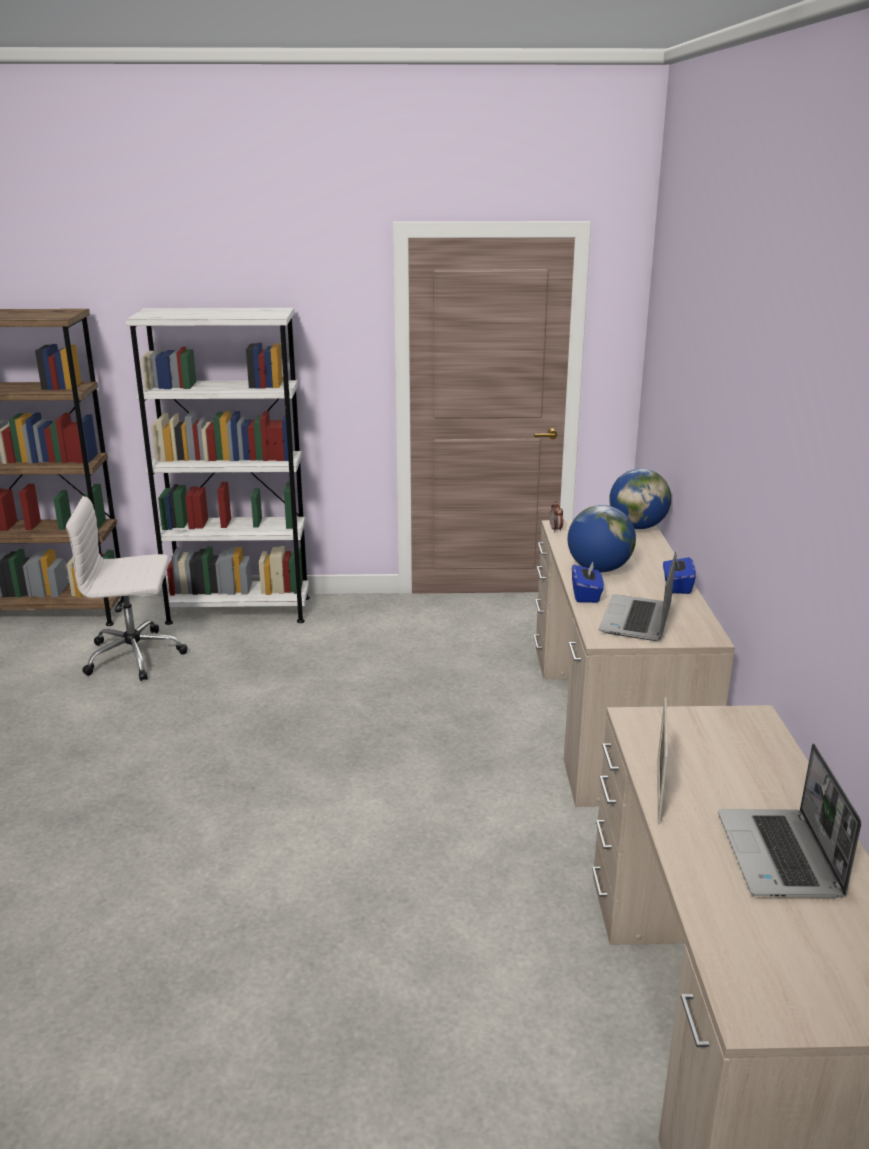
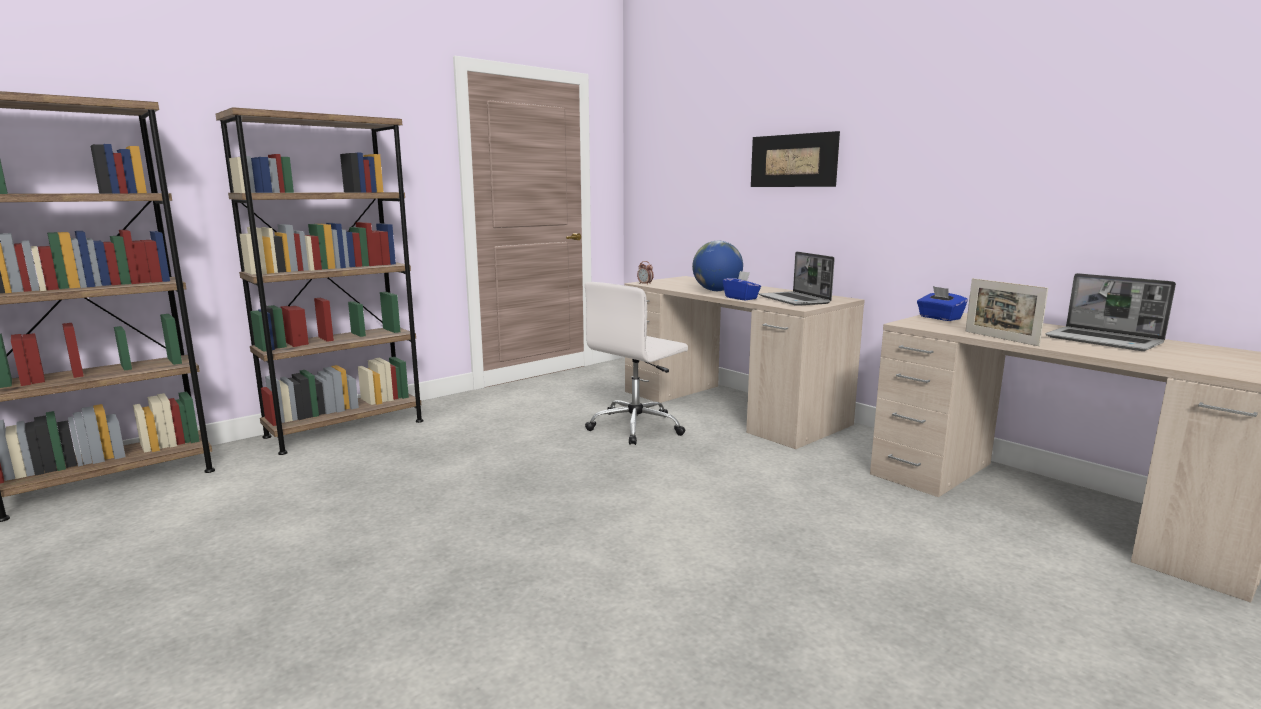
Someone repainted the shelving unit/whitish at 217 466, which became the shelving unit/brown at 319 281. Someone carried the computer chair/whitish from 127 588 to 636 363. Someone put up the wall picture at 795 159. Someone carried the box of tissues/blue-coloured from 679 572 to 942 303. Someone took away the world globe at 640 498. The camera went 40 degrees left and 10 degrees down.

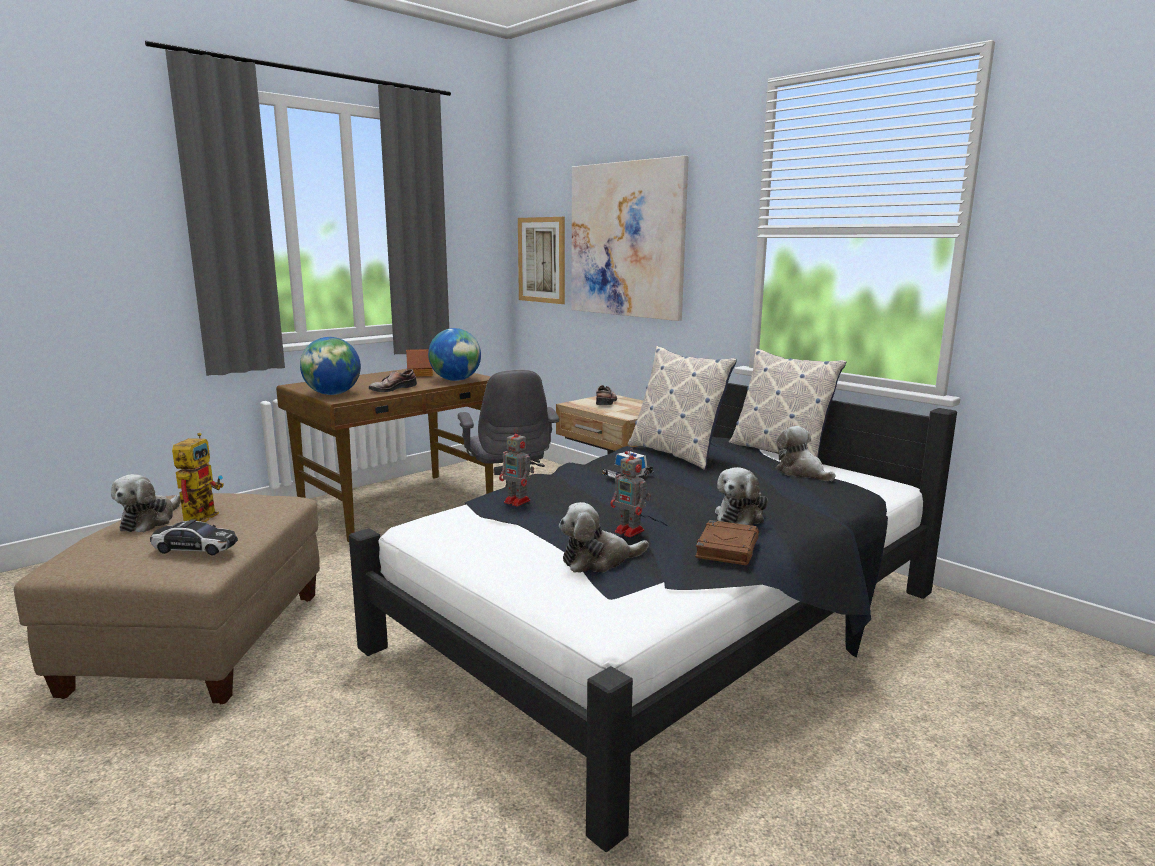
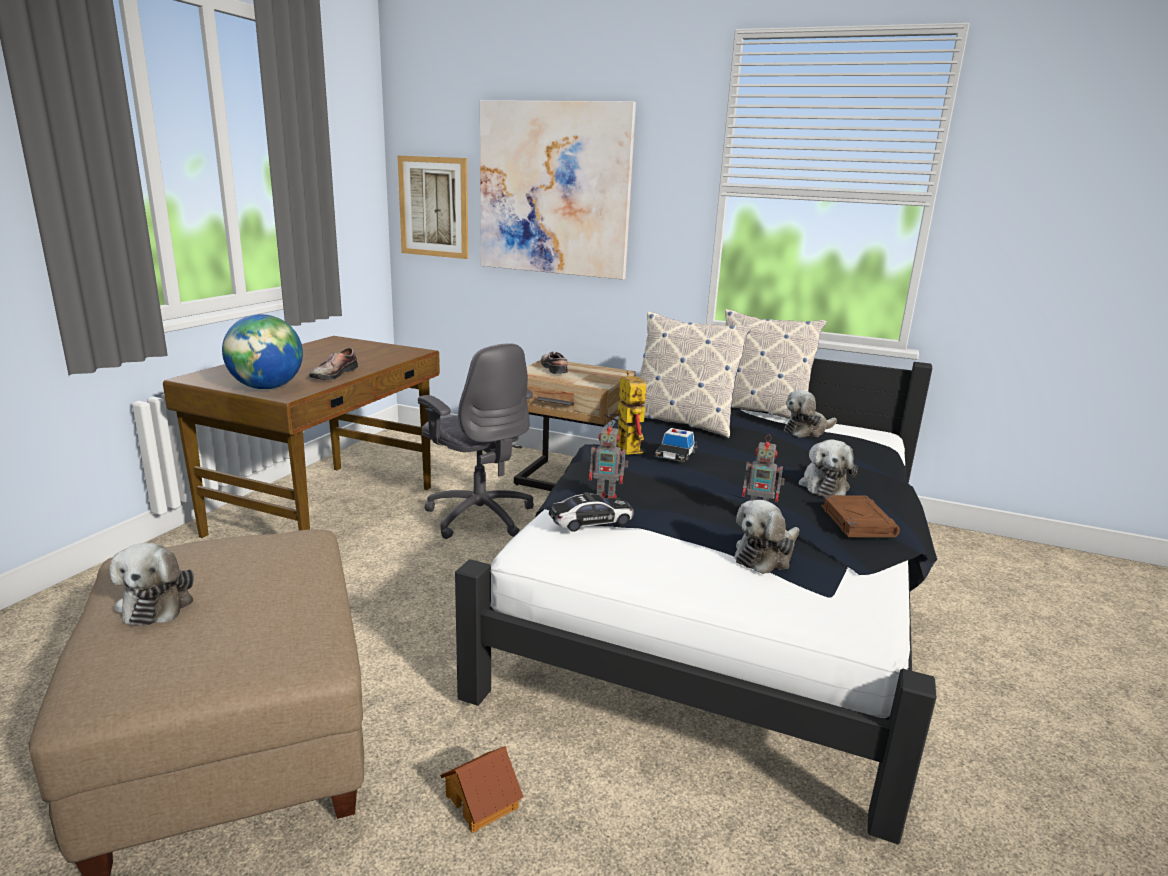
Someone carried the toy house from 419 363 to 481 789. Someone carried the miniature car from 194 537 to 591 512. Someone carried the robot figure from 198 478 to 625 413. Someone rotated the plush toy at 805 453 by 60 degrees counterclockwise. Someone took away the world globe at 454 354. The camera went 25 degrees left and 5 degrees up.

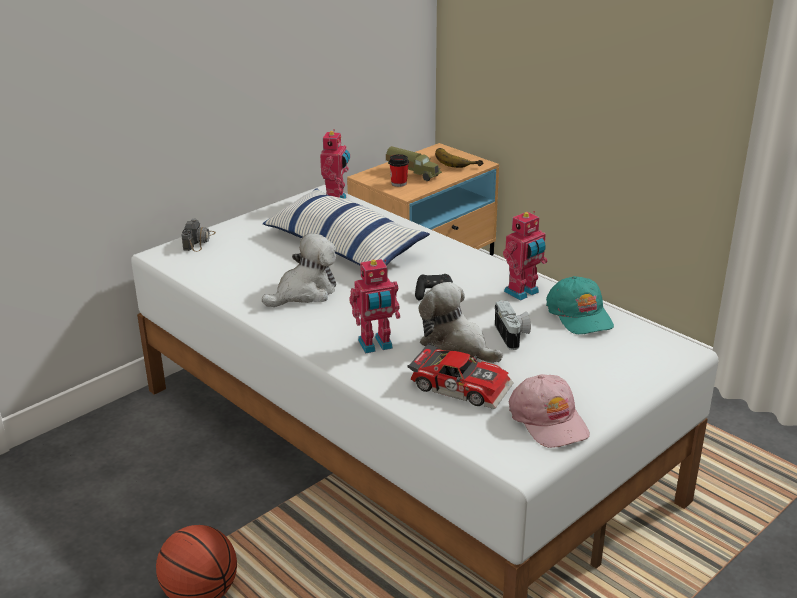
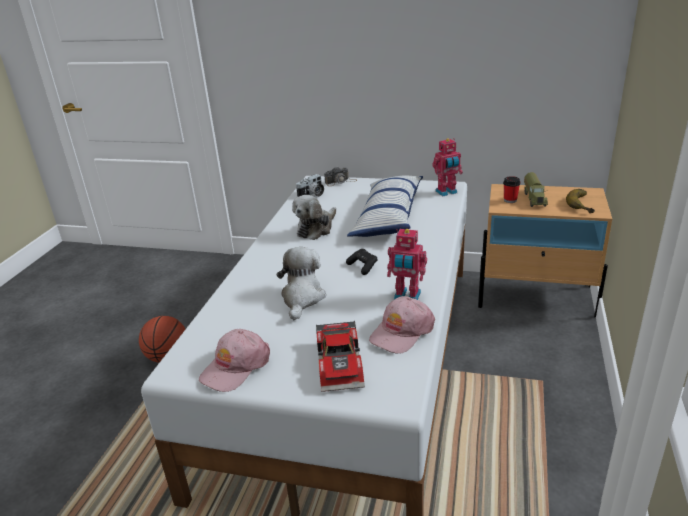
Someone rotated the plush toy at 299 270 by 105 degrees clockwise. Someone carried the photo camera from 513 325 to 310 185. Someone carried the miniature car from 460 376 to 340 356. Someone repainted the cap/turquoise-coloured at 580 305, which became the cap/pink at 402 325. Someone took away the robot figure at 374 306. The camera went 60 degrees right and 0 degrees up.

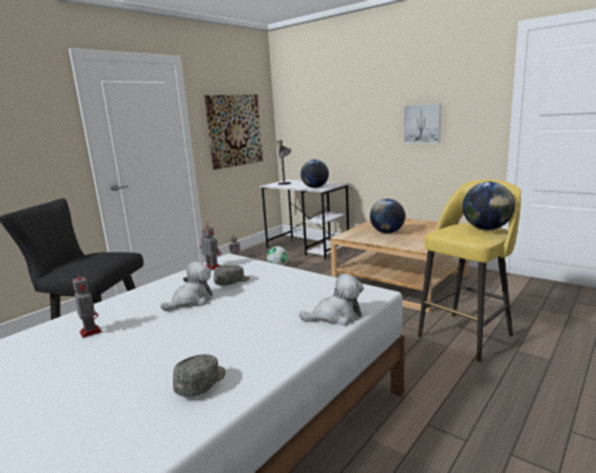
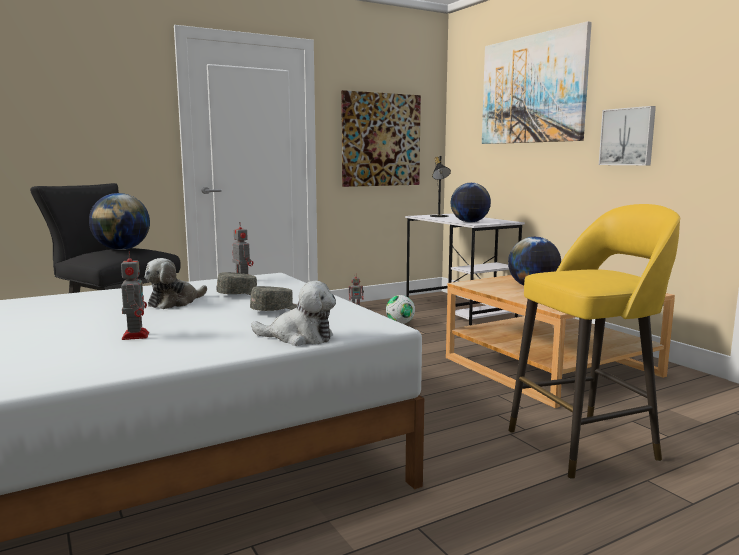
Someone carried the world globe from 489 206 to 119 221. Someone carried the robot figure from 87 305 to 135 295. Someone rotated the plush toy at 187 286 by 150 degrees clockwise. Someone carried the cap/greyish from 199 375 to 273 298. Someone put up the wall picture at 537 82. The camera went 20 degrees right and 5 degrees down.

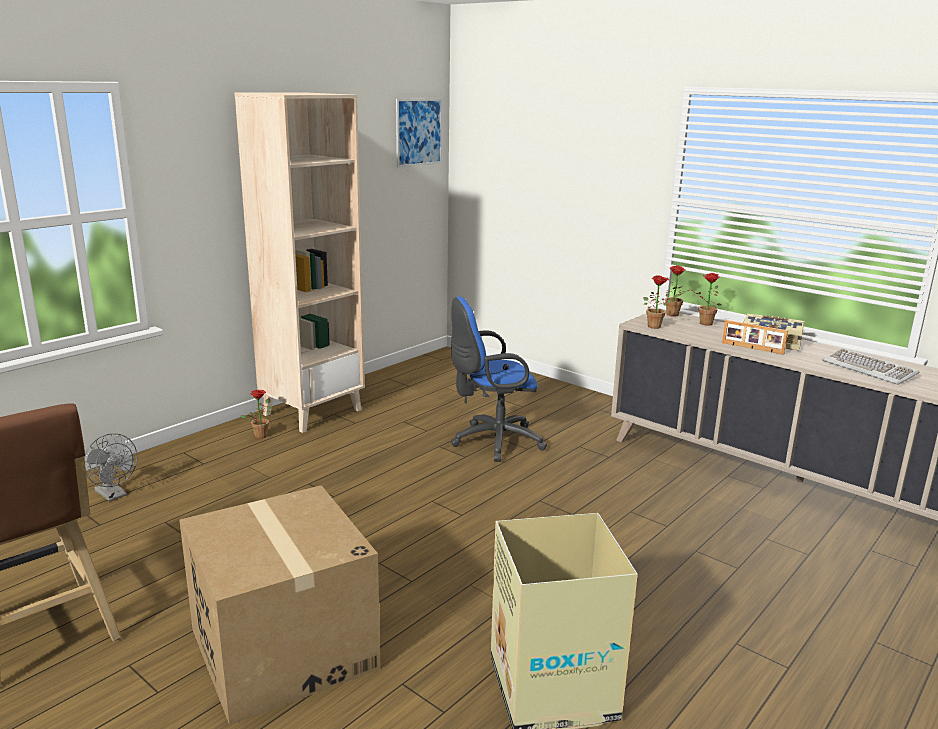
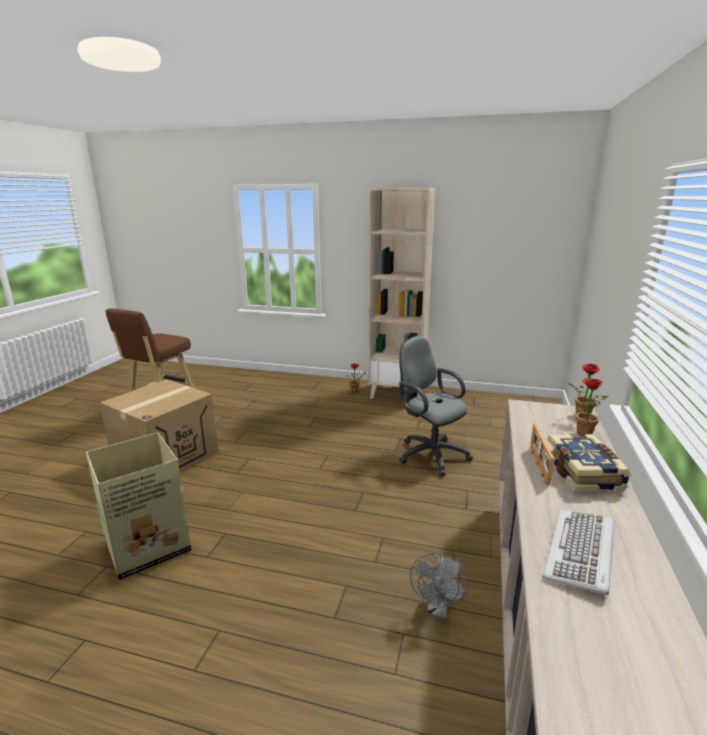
Someone repainted the computer chair/blue-coloured at 499 379, which became the computer chair/greyish at 436 406. Someone carried the electric fan/greyish from 110 467 to 439 586. Someone took away the wall picture at 419 133. Someone took away the plant in a pot at 661 302. The camera went 65 degrees right and 0 degrees up.

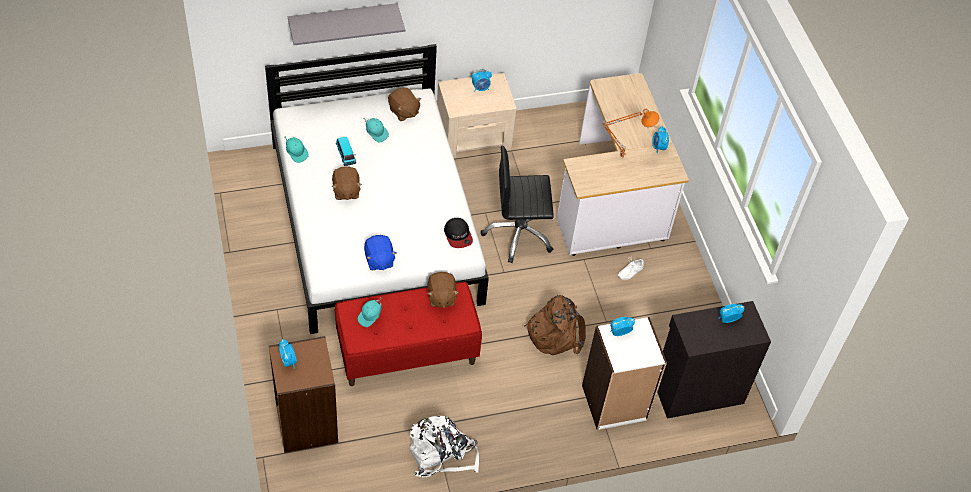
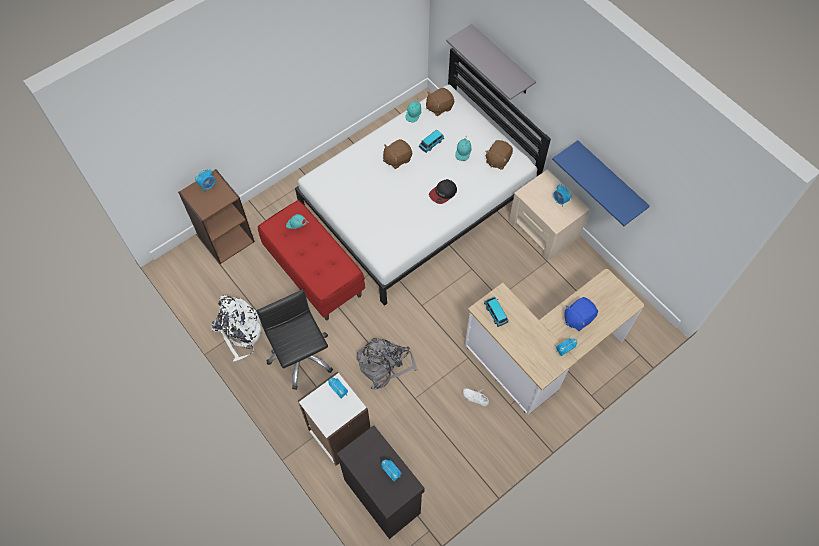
Someone carried the computer chair/black-coloured from 517 204 to 295 339. Someone repainted the knapsack/brown at 555 325, which became the knapsack/greyish at 387 364. Someone carried the plush toy/brown from 443 290 to 440 102. Someone carried the cap from 458 233 to 443 191. Someone put down the miniature car at 496 312. Someone put up the wall shelf/blue-coloured at 601 183. Someone carried the plush toy/blue-coloured from 380 252 to 581 314. Someone took away the tabletop lamp/orange-coloured at 630 134. The camera went 70 degrees right and 10 degrees up.

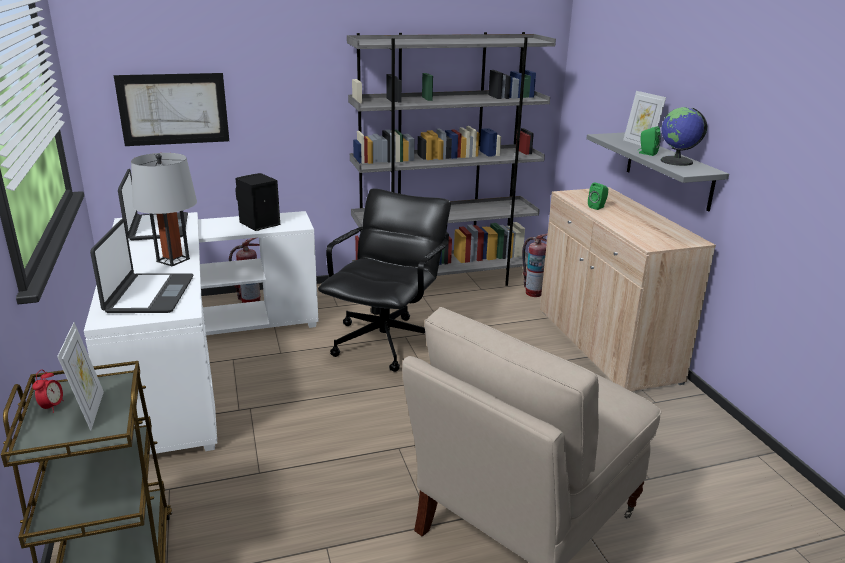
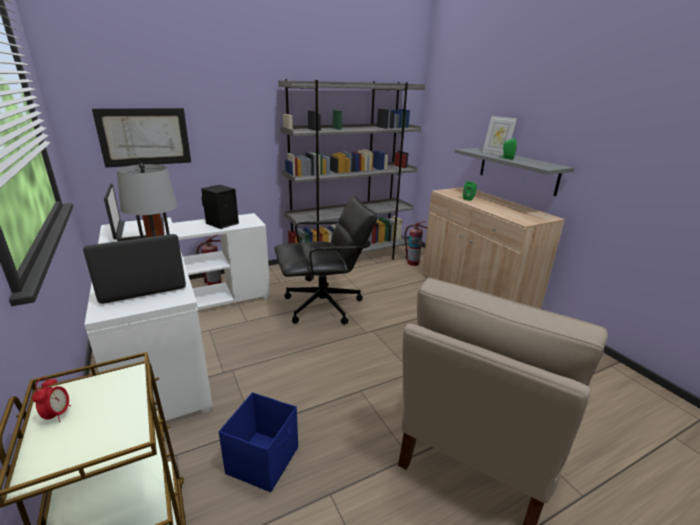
Someone rotated the laptop at 141 266 by 105 degrees counterclockwise. Someone put down the storage bin/blue-coloured at 258 442. Someone rotated the computer chair/black-coloured at 384 280 by 60 degrees clockwise. Someone took away the photo frame at 80 376. Someone took away the world globe at 683 136. The camera went 10 degrees left and 0 degrees up.

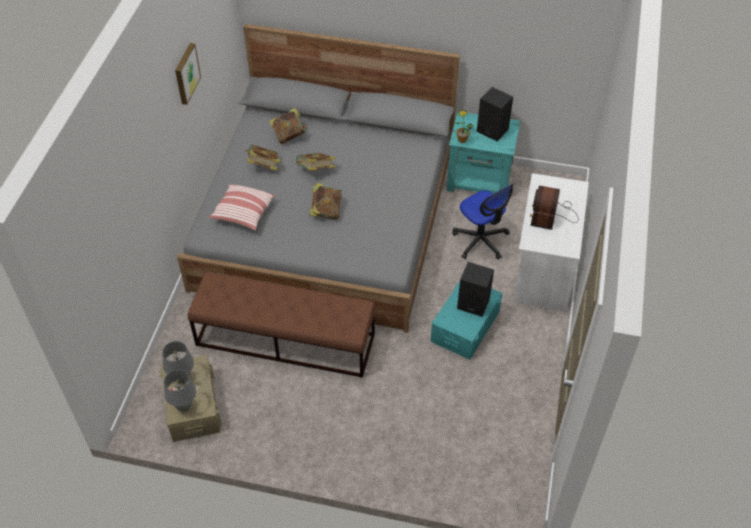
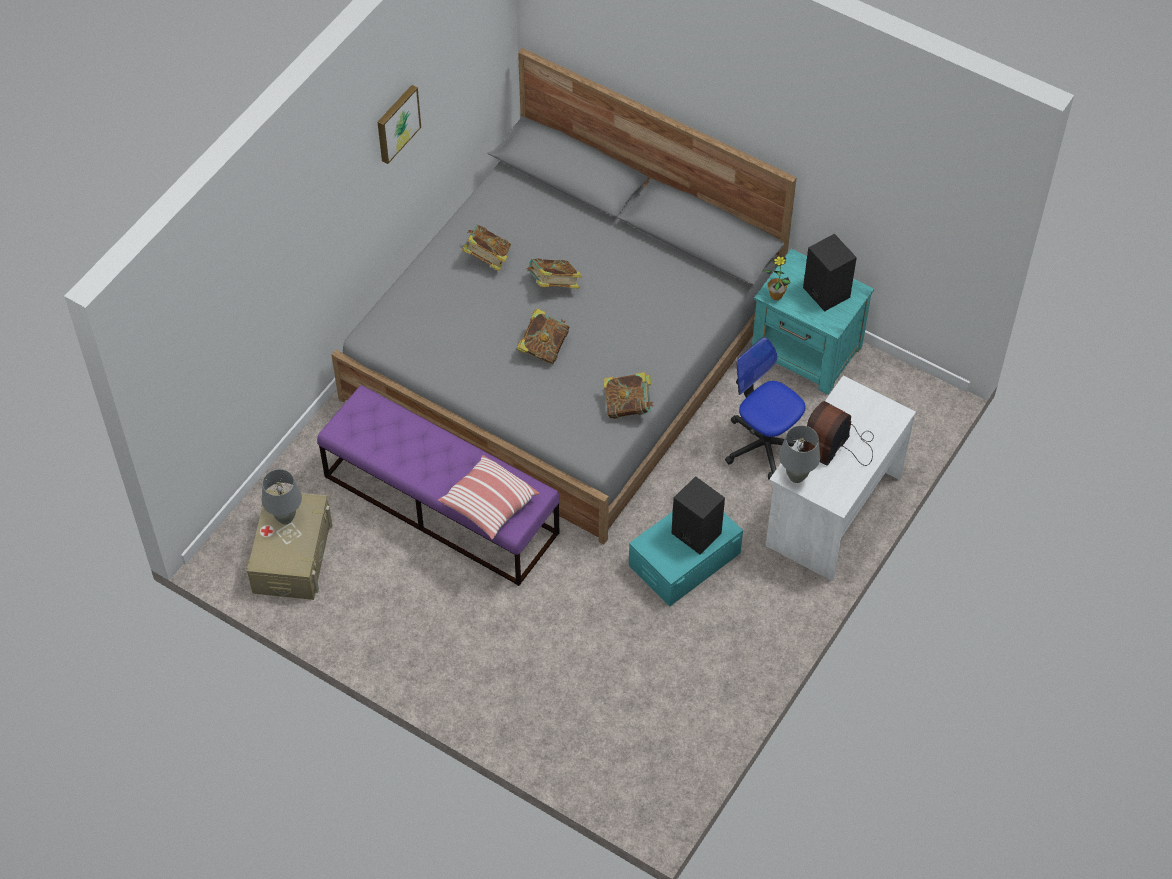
Someone repainted the indoor bench/brown at 282 325, which became the indoor bench/purple at 438 485. Someone carried the throw pillow from 242 207 to 488 497. Someone carried the book from 288 126 to 628 395. Someone rotated the computer chair at 483 221 by 150 degrees clockwise. Someone carried the tabletop lamp/greyish from 180 391 to 799 454. The camera went 20 degrees right and 5 degrees up.

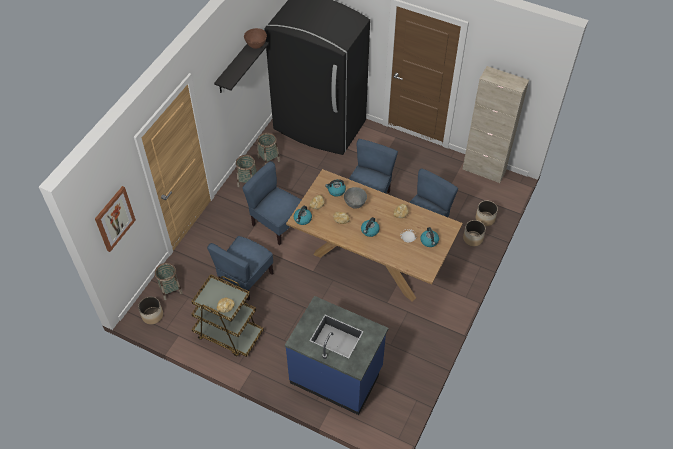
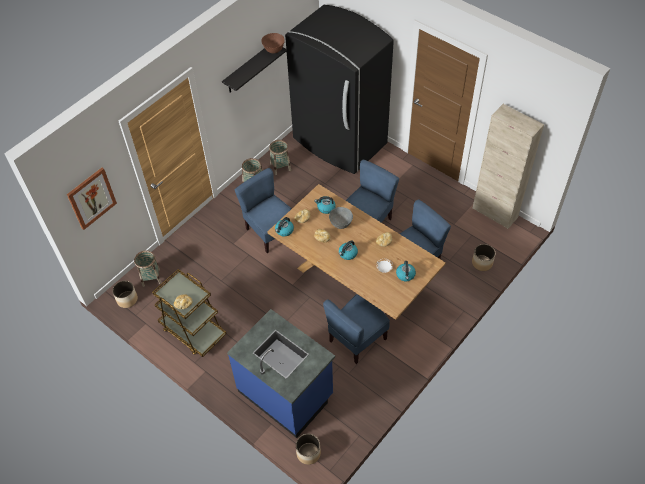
Someone carried the plant pot from 474 233 to 308 449. Someone carried the plain chair/blue-coloured from 240 268 to 356 329. The camera went 15 degrees right and 0 degrees up.

